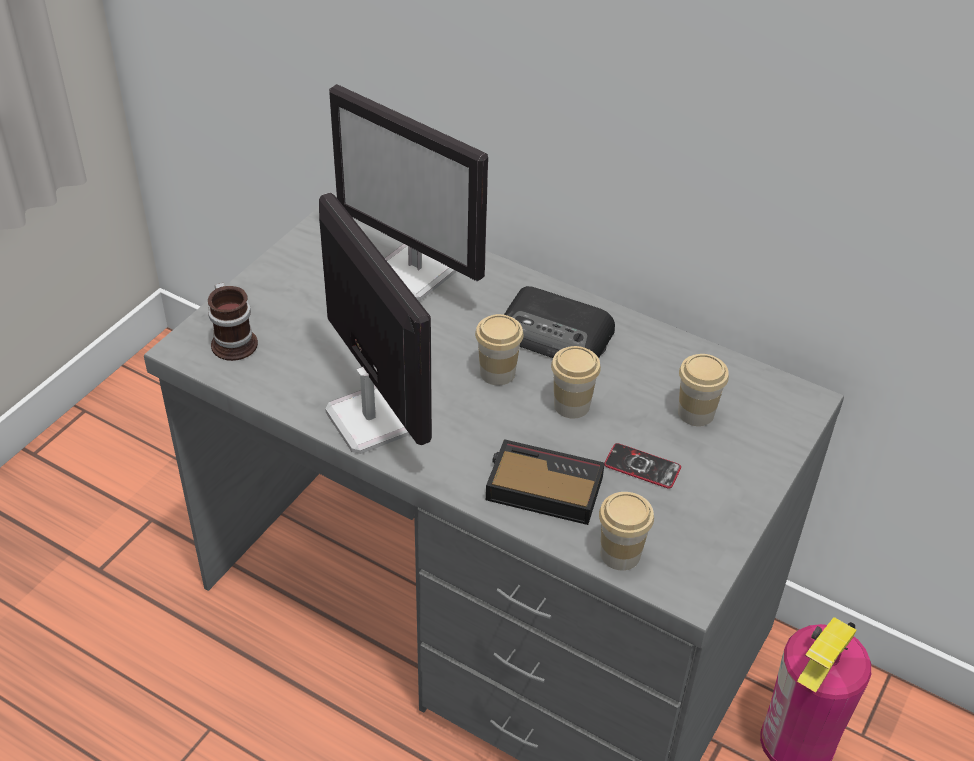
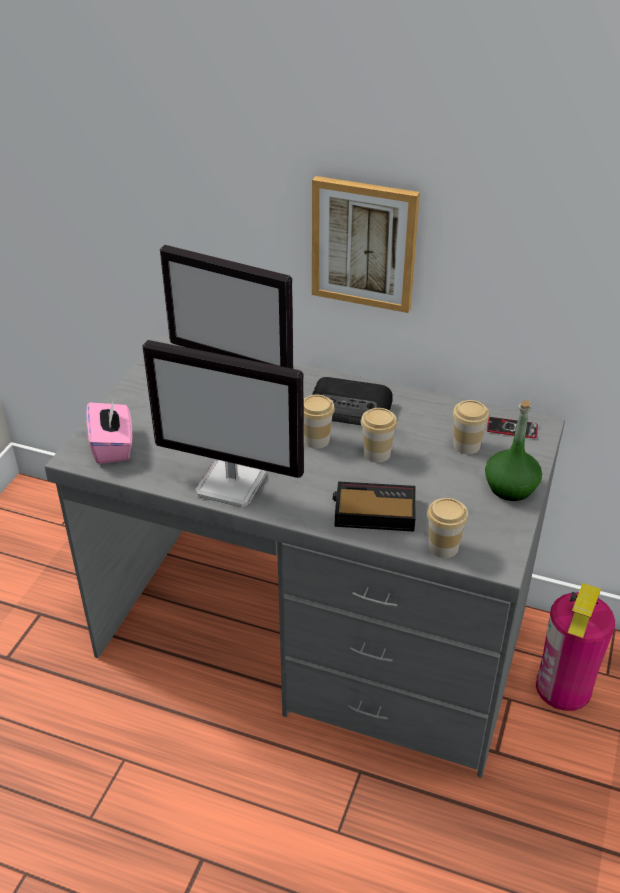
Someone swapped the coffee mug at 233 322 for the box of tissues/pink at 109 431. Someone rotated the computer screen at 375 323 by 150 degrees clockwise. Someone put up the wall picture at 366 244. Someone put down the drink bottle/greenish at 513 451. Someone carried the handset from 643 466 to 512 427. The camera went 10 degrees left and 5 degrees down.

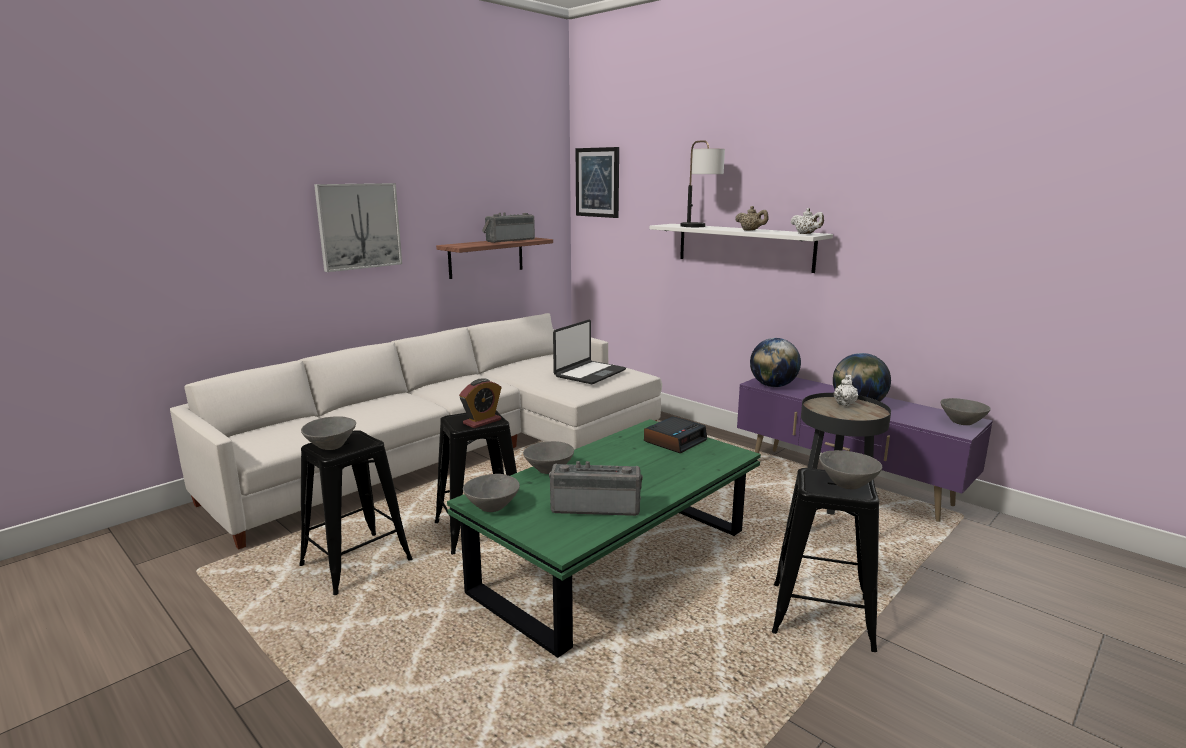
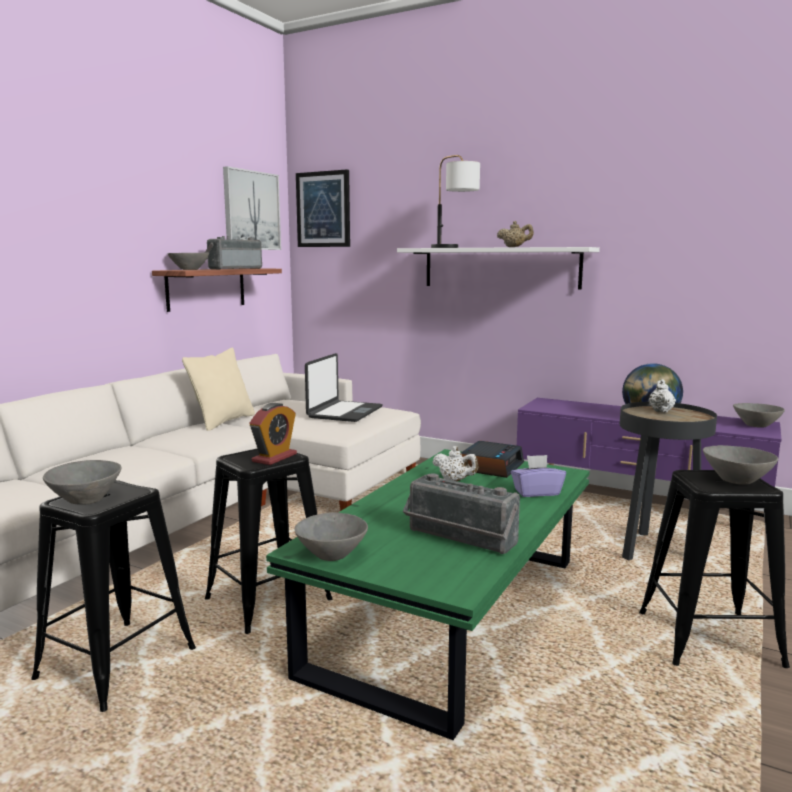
Someone carried the bowl/greyish from 548 457 to 188 261. Someone put down the throw pillow/beige-coloured at 218 389. Someone carried the wall picture from 358 227 to 252 208. Someone rotated the radio receiver at 596 488 by 135 degrees counterclockwise. Someone carried the pot for tea/whitish from 807 221 to 455 463. Someone put down the box of tissues/purple at 538 476. Someone took away the world globe at 775 362. The camera went 15 degrees left and 5 degrees down.

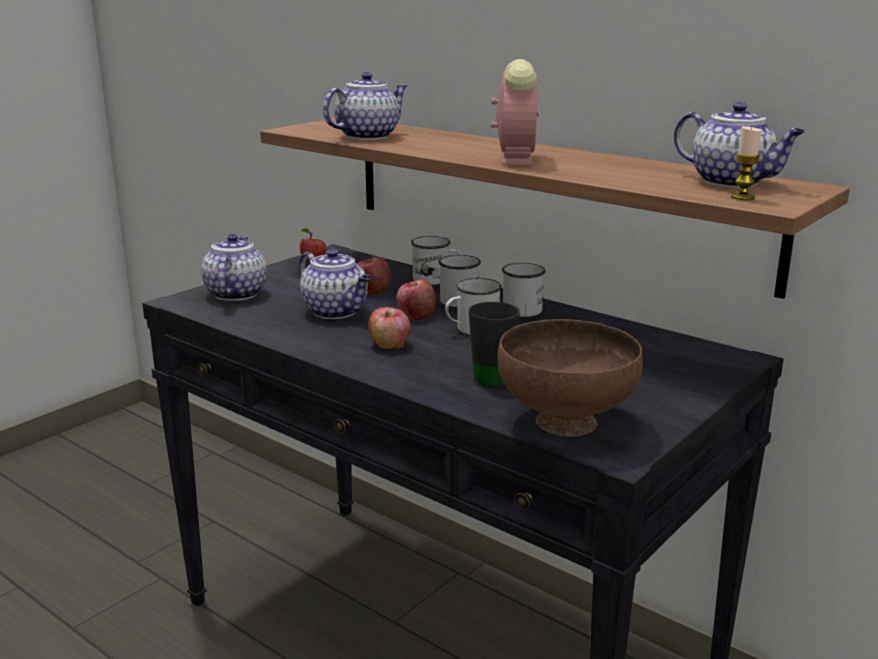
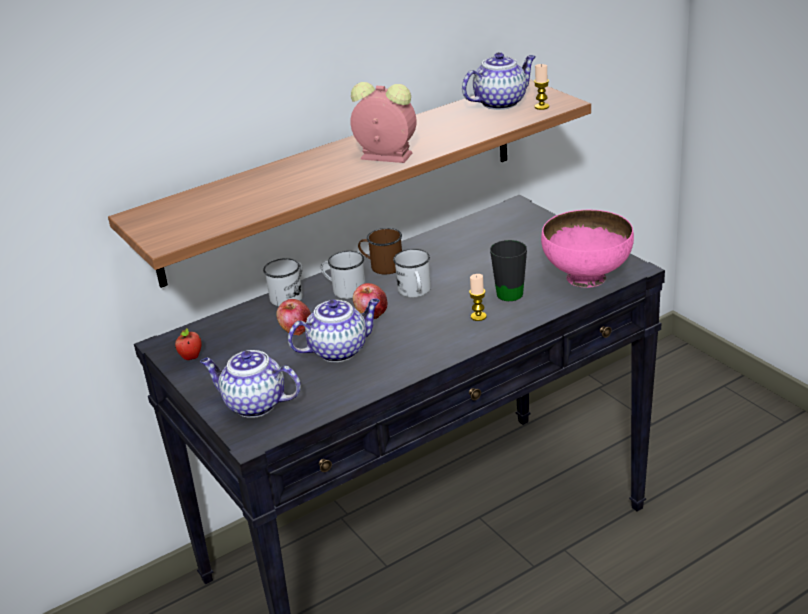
Someone repainted the coffee mug/whitish at 524 290, which became the coffee mug/brown at 380 251. Someone put down the wax light at 478 297. Someone repainted the bowl/brown at 570 378, which became the bowl/pink at 587 249. Someone took away the pot for tea at 365 106. Someone took away the apple at 389 328. The camera went 70 degrees left and 10 degrees up.

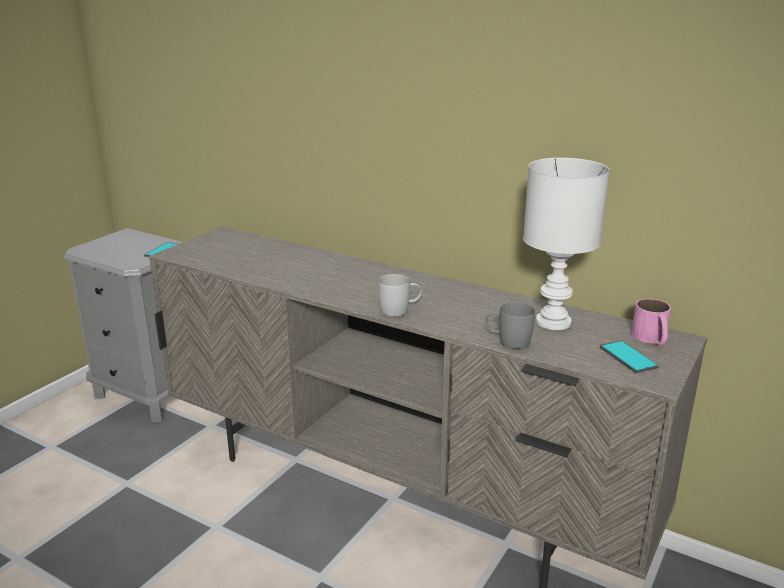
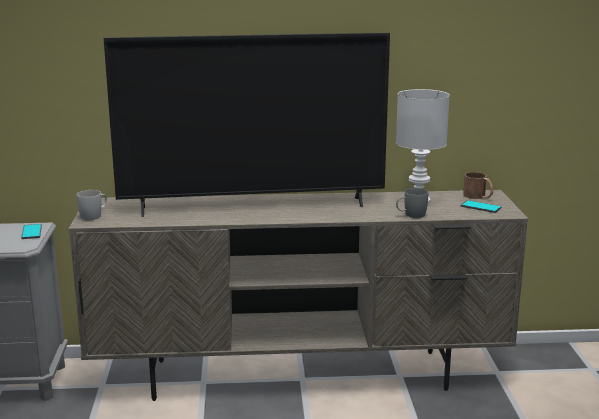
Someone carried the coffee mug/whitish from 399 295 to 92 205. Someone put down the TV set at 247 125. Someone repainted the coffee mug/pink at 651 322, which became the coffee mug/brown at 478 185. The camera went 35 degrees left and 5 degrees down.

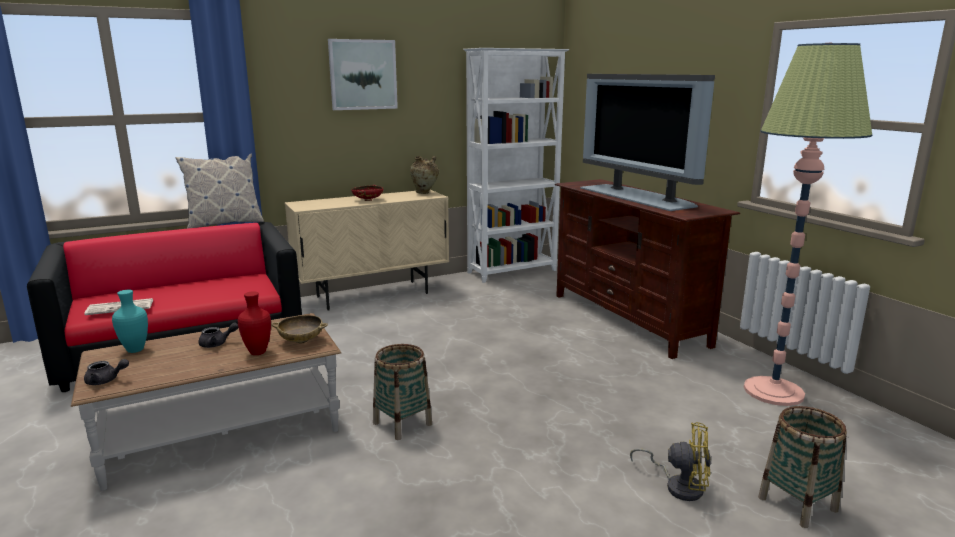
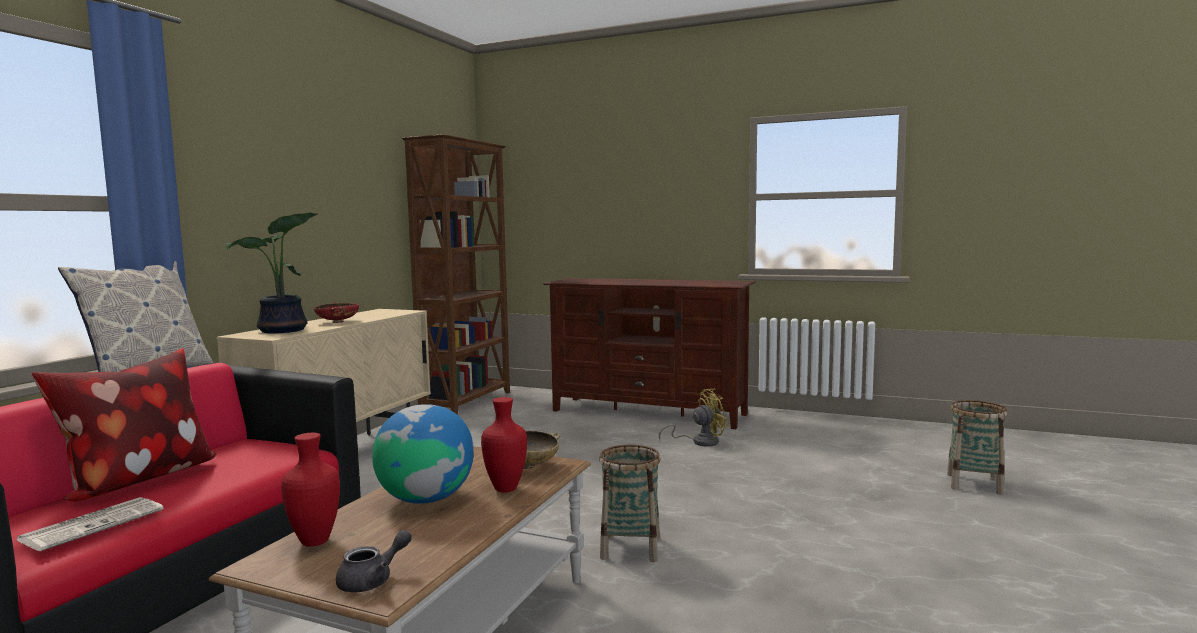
Someone put down the throw pillow at 123 425. Someone put down the plant in a pot at 272 272. Someone repainted the decorative vase/turquoise-coloured at 130 321, which became the decorative vase/red-coloured at 310 490. Someone swapped the pot for tea/greyish at 218 335 for the world globe at 423 454. Someone repainted the shelving unit/whitish at 516 165, which became the shelving unit/brown at 456 274. Someone carried the electric fan/yellowish from 670 461 to 694 417. Someone took away the wall picture at 363 74. Someone took away the decorative vase/beige-coloured at 424 175. Someone took away the TV set at 647 142. Someone took away the standing lamp at 808 224. The camera went 40 degrees left and 10 degrees down.

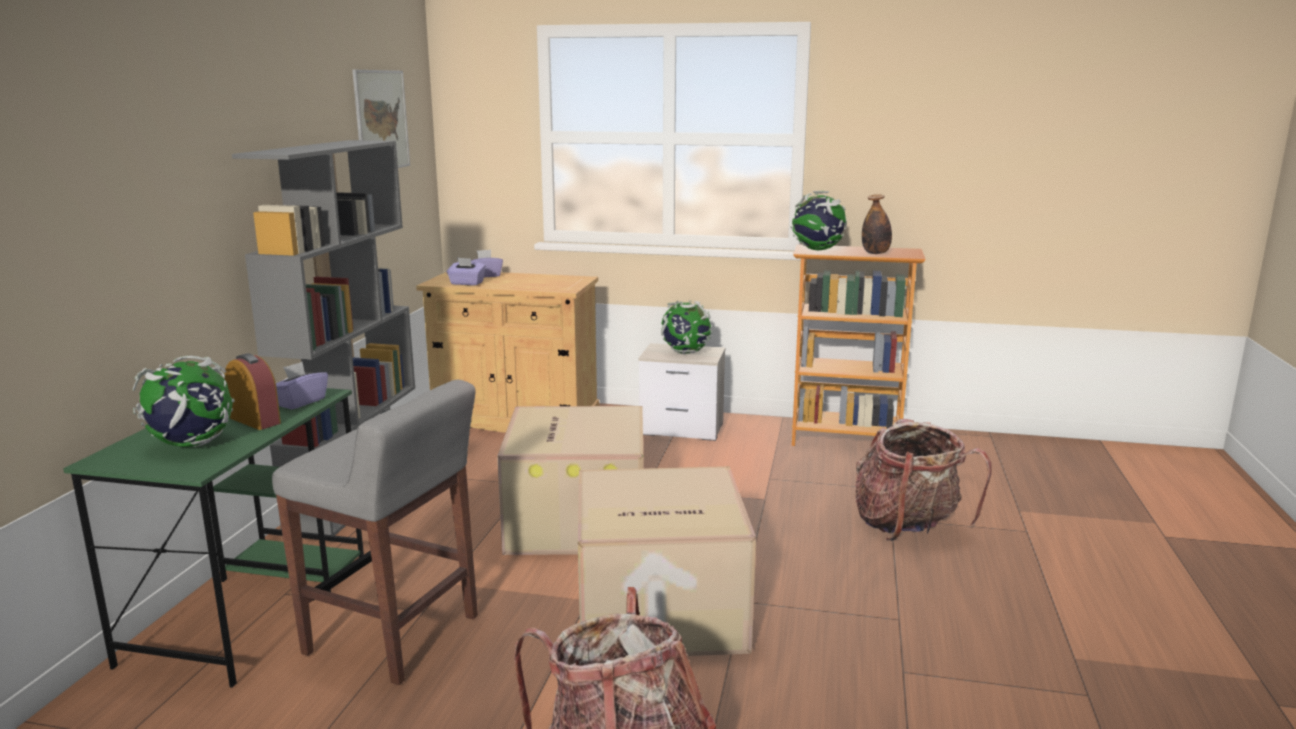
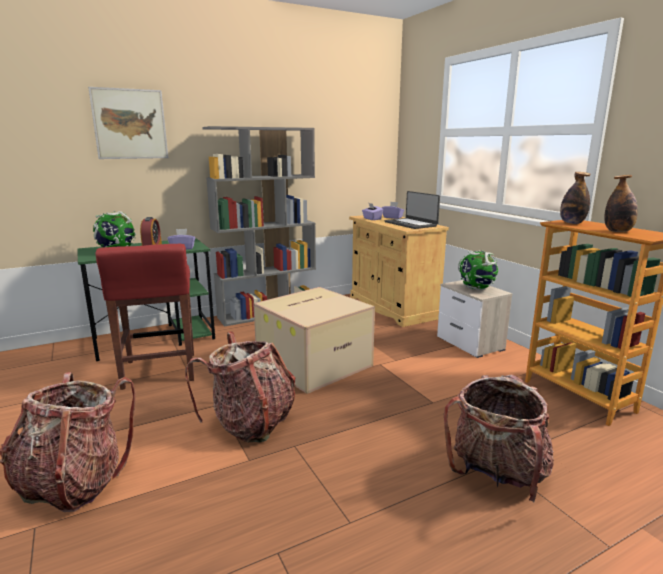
Someone carried the wall picture from 381 119 to 128 123. Someone repainted the sitting stool/greyish at 375 532, which became the sitting stool/red-coloured at 144 317. Someone swapped the carton at 667 561 for the knapsack at 240 386. Someone put down the laptop at 412 210. Someone swapped the world globe at 819 220 for the drink bottle at 575 198. The camera went 50 degrees right and 0 degrees up.

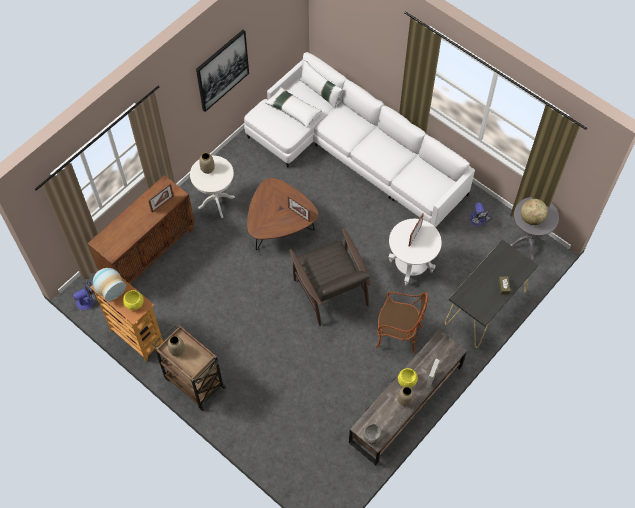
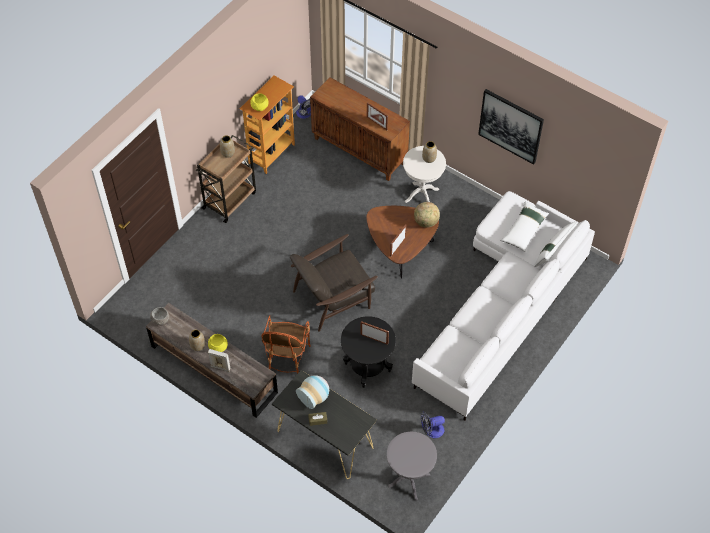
Someone carried the decorative vase from 109 284 to 312 392. Someone repainted the end table/whitish at 415 252, which became the end table/black-coloured at 368 352. Someone carried the world globe from 534 212 to 427 215. The camera went 85 degrees right and 5 degrees down.

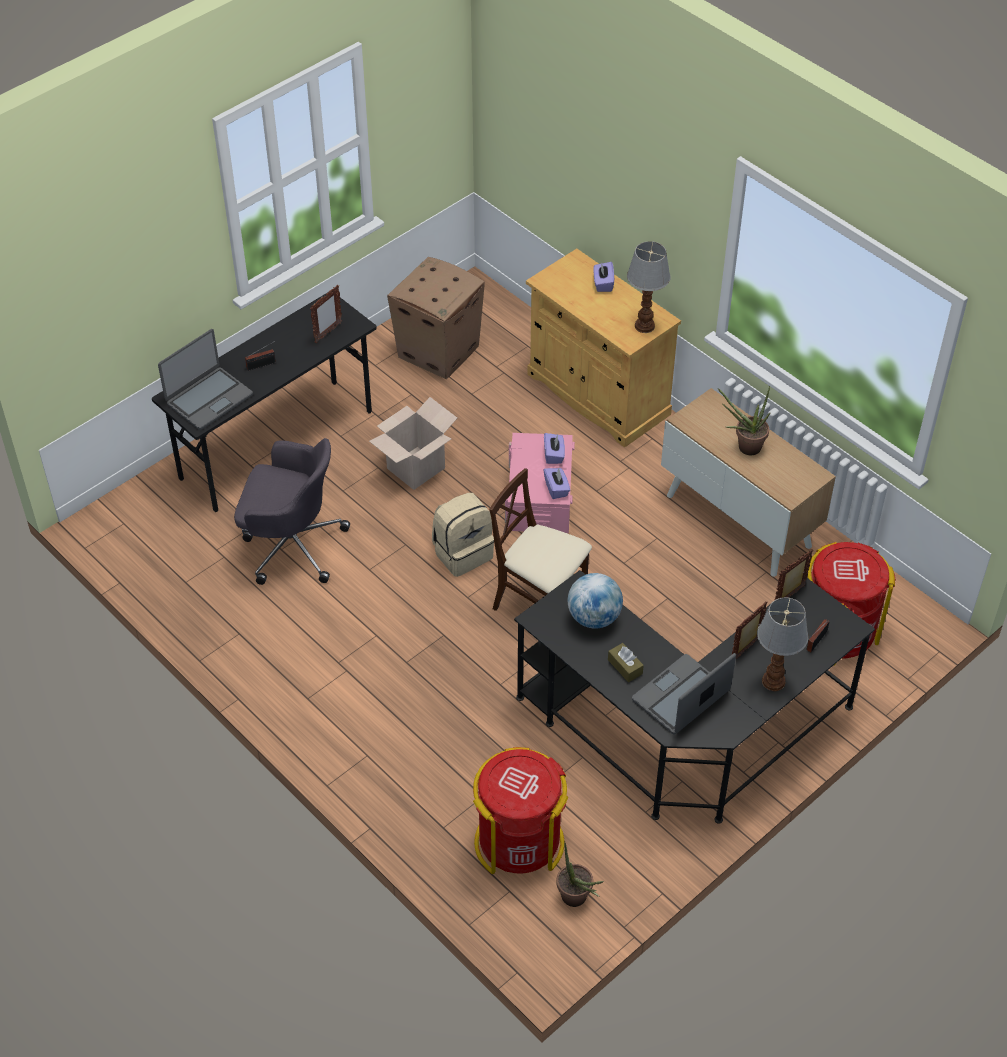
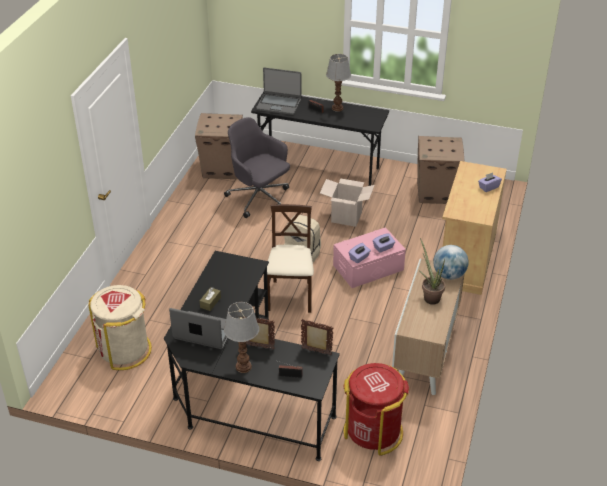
Someone repainted the trash can/red-coloured at 520 810, which became the trash can/beige-coloured at 120 327. Someone put down the carton at 219 146. Someone rotated the computer chair/greyish at 292 511 by 150 degrees clockwise. Someone carried the tabletop lamp from 649 287 to 338 83. Someone carried the world globe from 595 601 to 451 262. Someone took away the photo frame at 326 314. Someone took away the plant in a pot at 580 875. The camera went 60 degrees right and 10 degrees down.

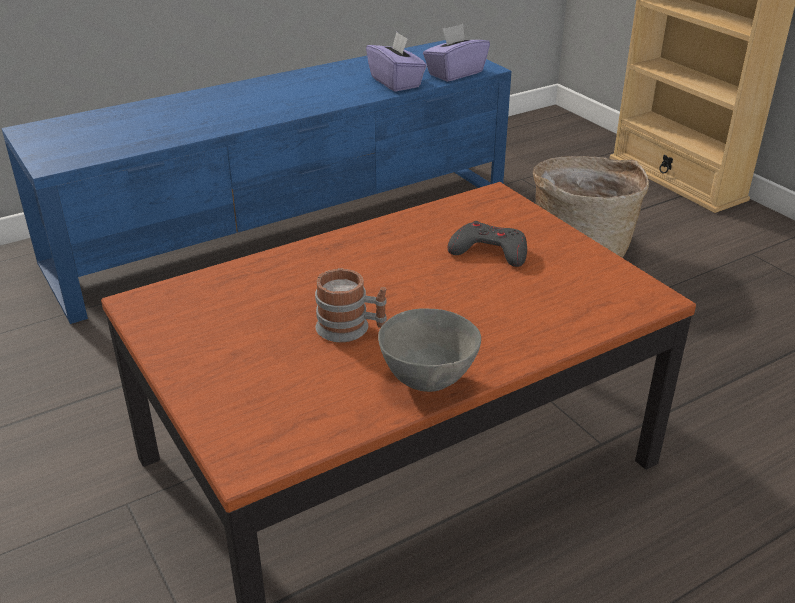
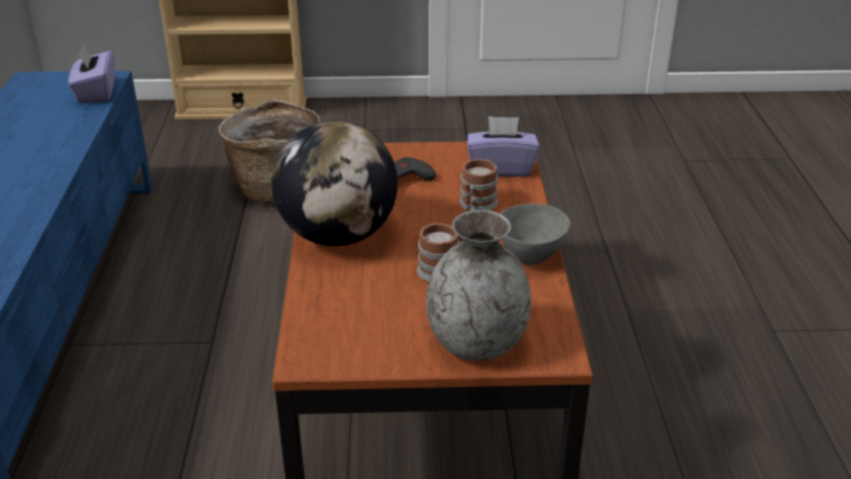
Someone put down the world globe at 334 183. Someone put down the decorative vase/greyish at 478 285. Someone put down the coffee mug at 478 185. Someone carried the box of tissues/purple from 396 62 to 503 146. The camera went 60 degrees left and 0 degrees up.

